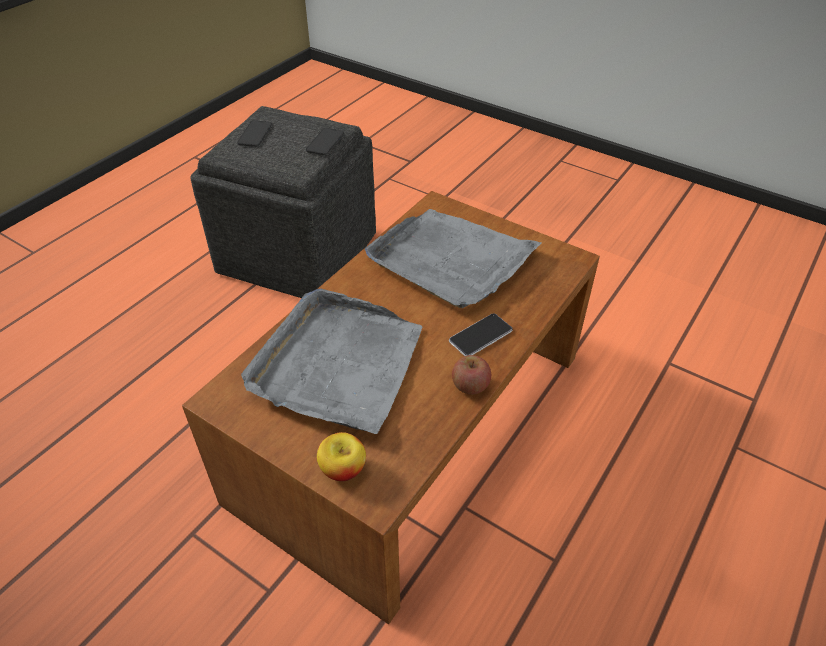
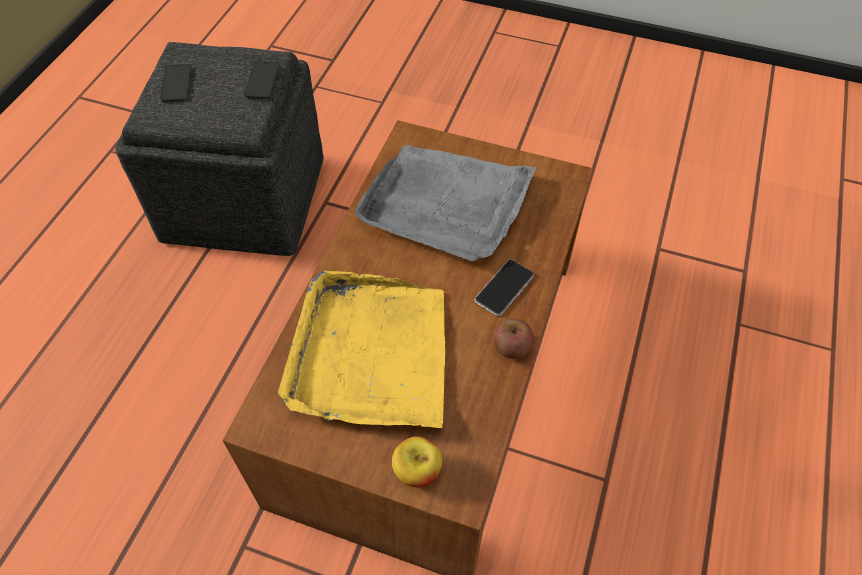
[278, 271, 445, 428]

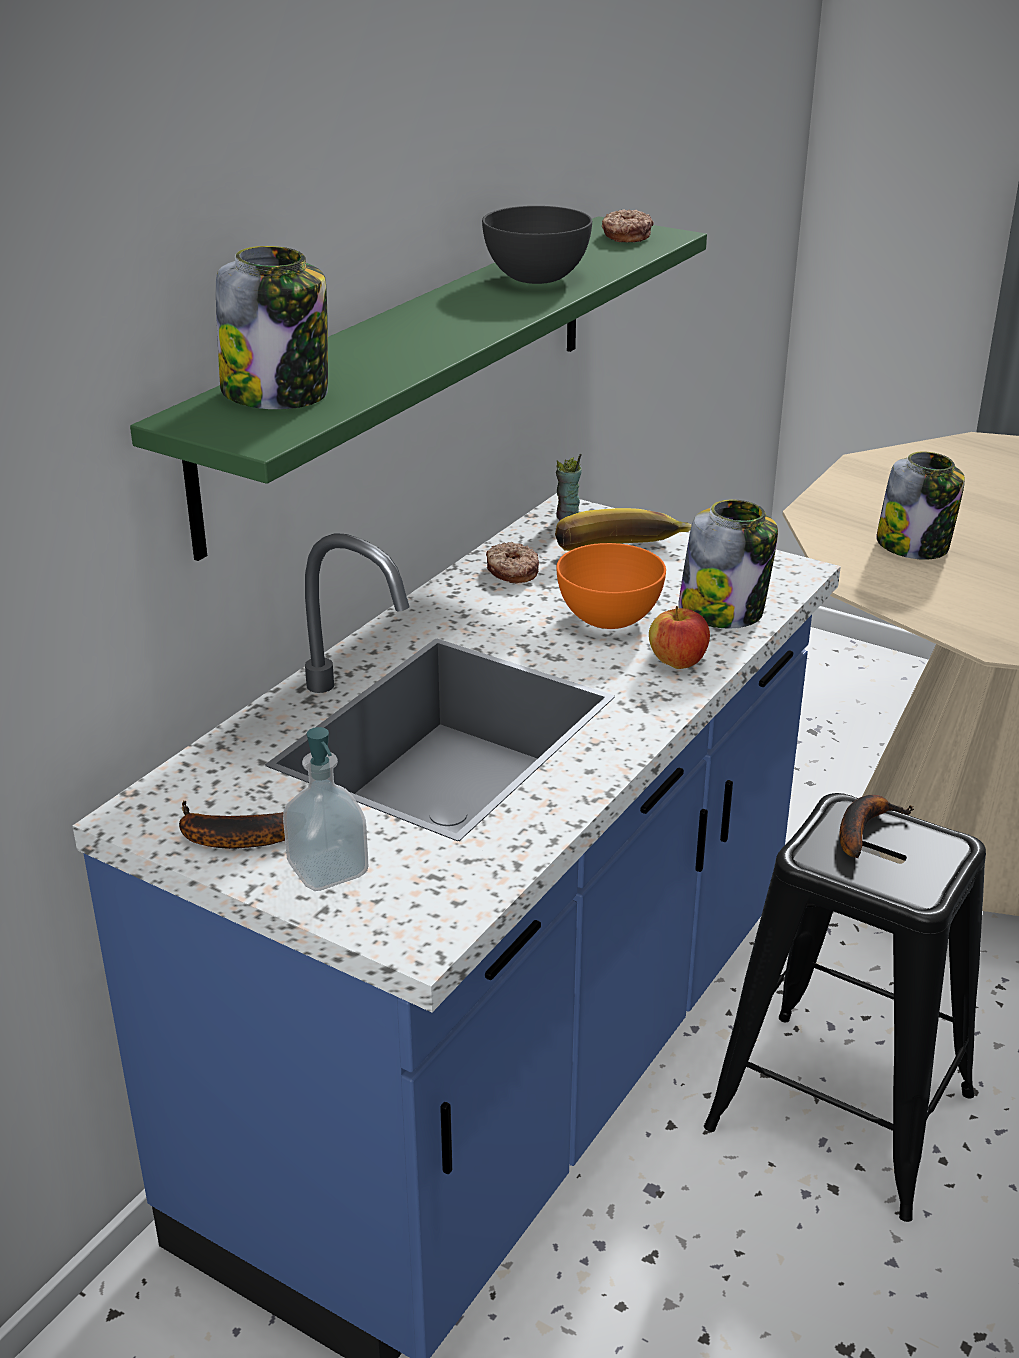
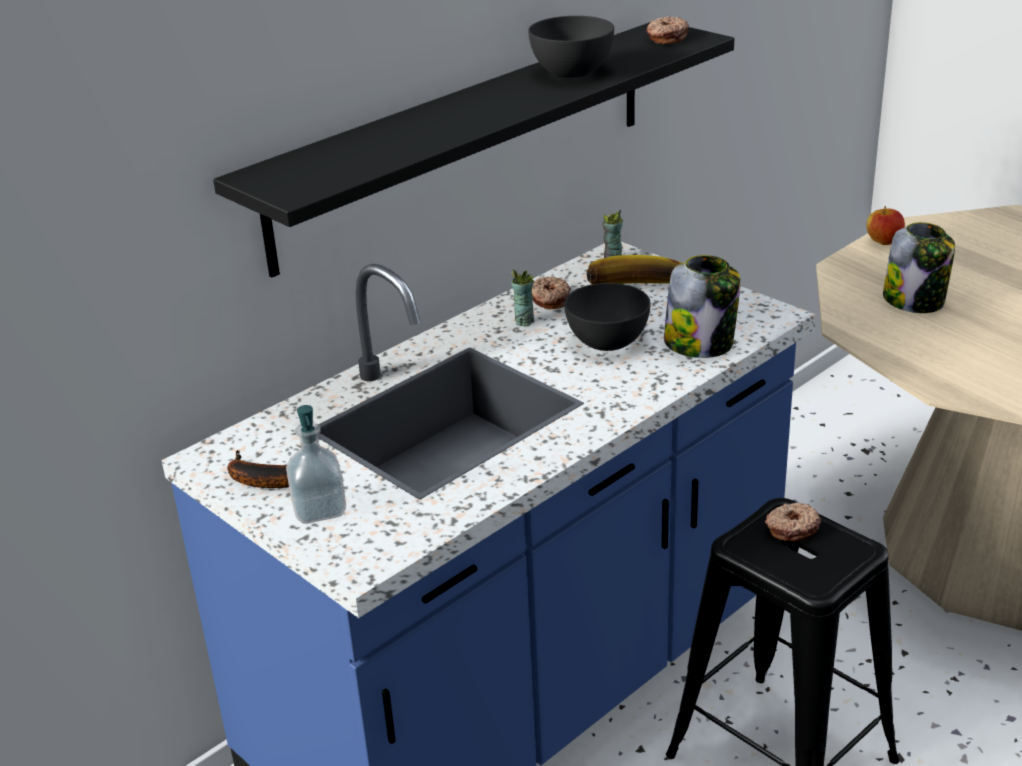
[216, 246, 328, 409] (first image)
[511, 269, 534, 326]
[866, 206, 905, 245]
[765, 503, 821, 541]
[213, 22, 734, 278]
[564, 283, 651, 351]

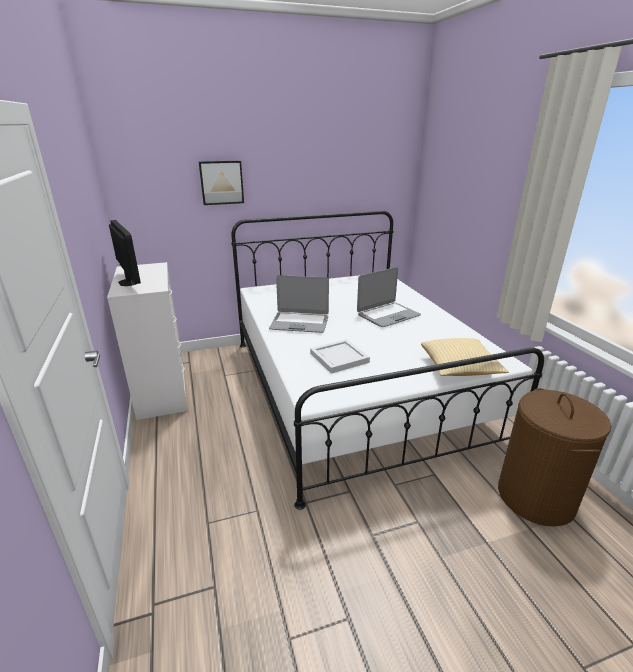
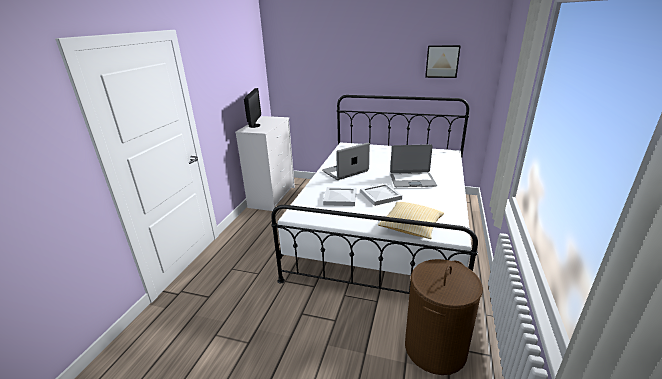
[360, 183, 402, 206]
[425, 45, 461, 78]
[322, 142, 370, 180]

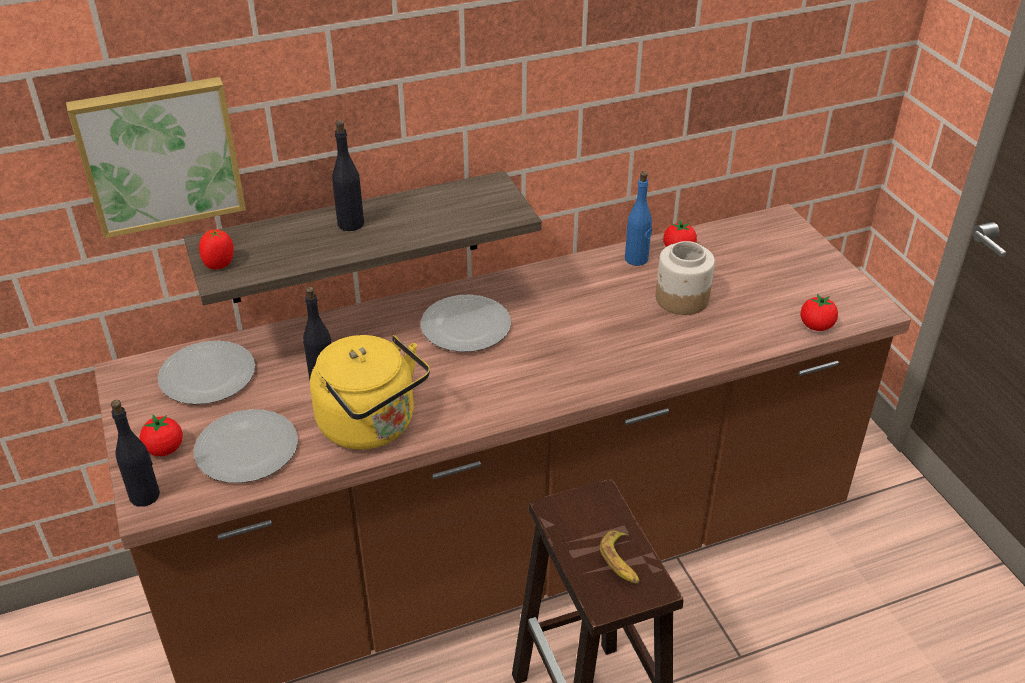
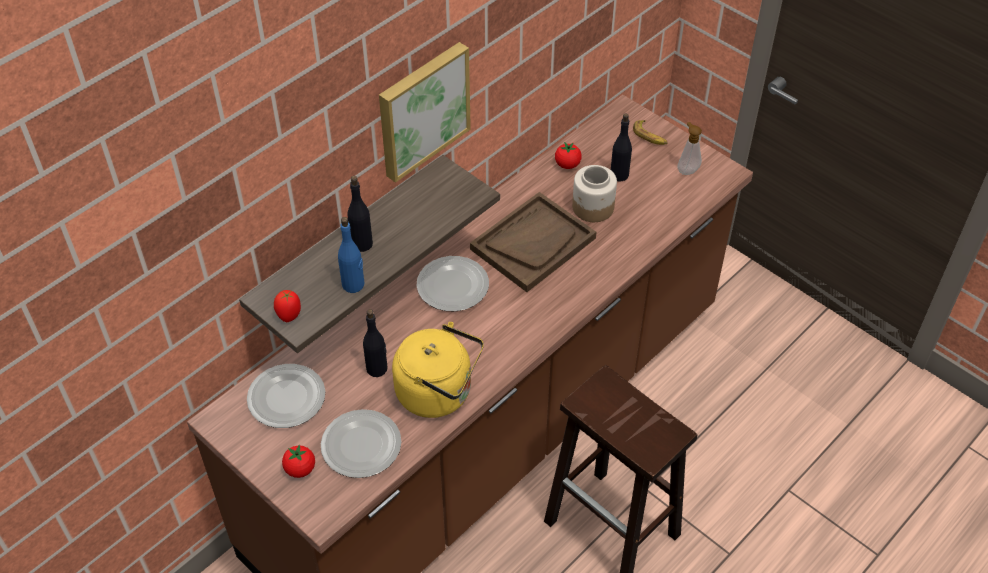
[800, 293, 838, 331] (first image)
[470, 192, 596, 292]
[677, 122, 702, 175]
[379, 42, 471, 183]
[611, 113, 632, 181]
[633, 120, 668, 145]
[338, 217, 364, 293]

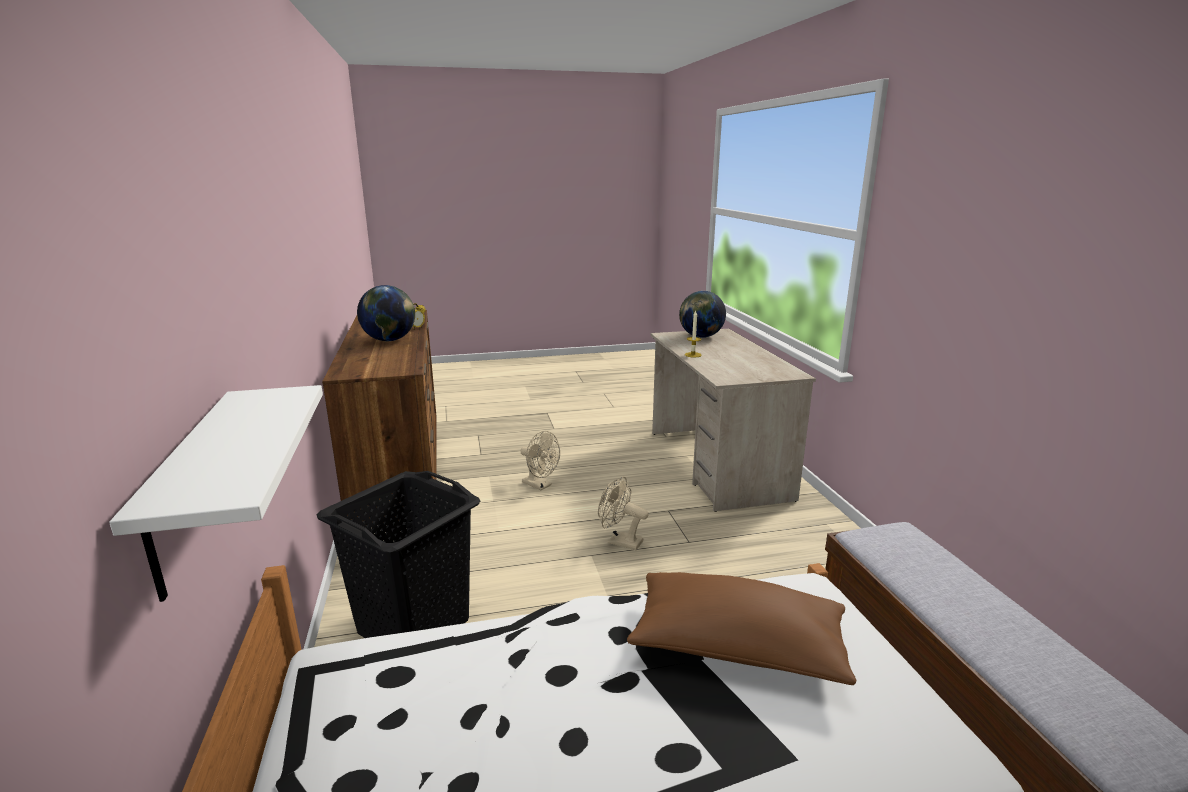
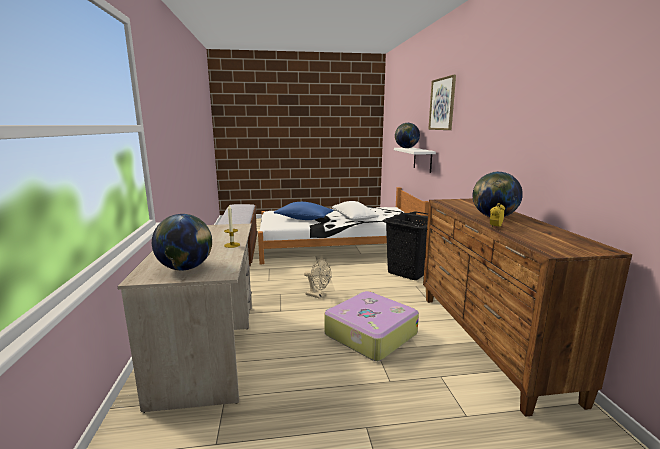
[332, 201, 379, 221]
[395, 123, 420, 148]
[428, 75, 456, 130]
[324, 291, 419, 361]
[274, 202, 333, 220]

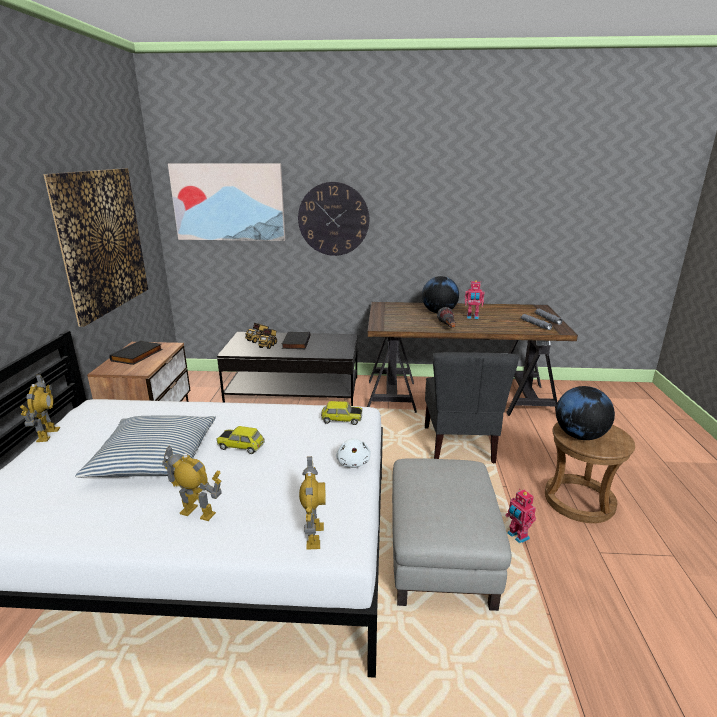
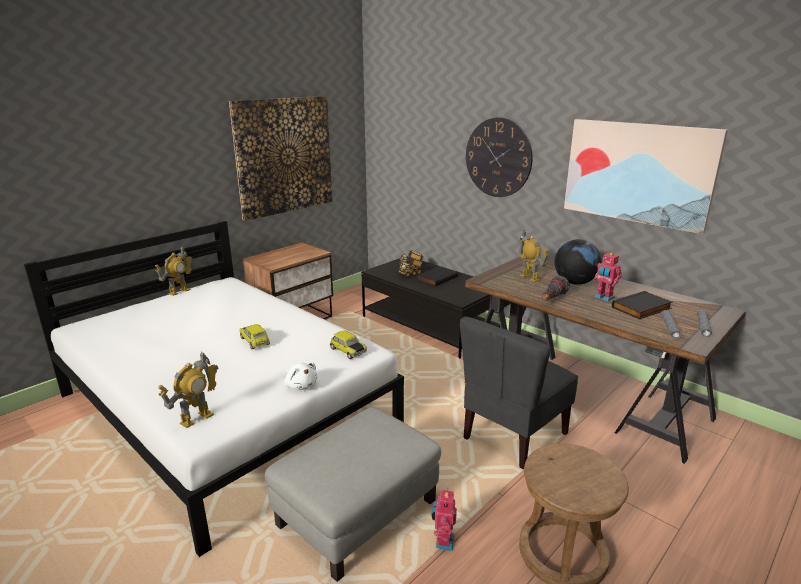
[75, 415, 216, 478] (first image)
[556, 386, 615, 440] (first image)
[612, 291, 672, 319]
[518, 230, 549, 282]
[564, 119, 728, 234]
[284, 362, 318, 390]

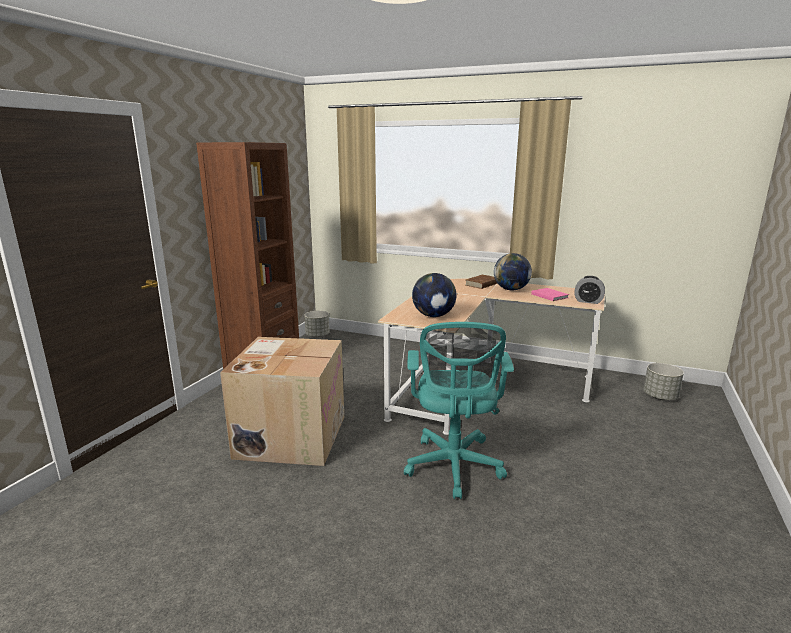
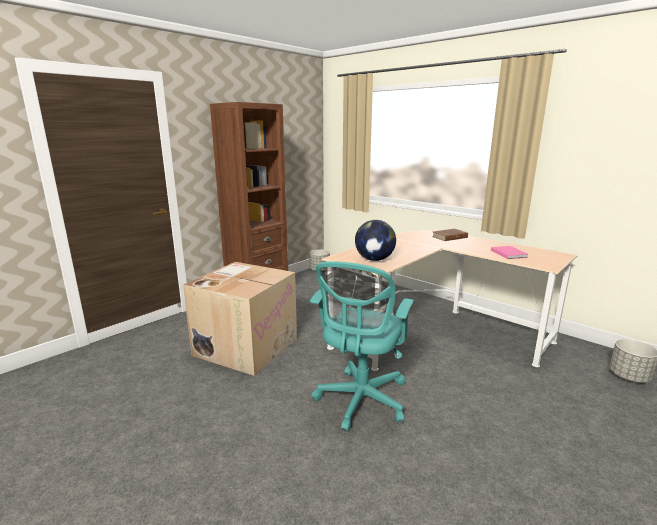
[494, 253, 532, 290] (first image)
[574, 276, 605, 304] (first image)

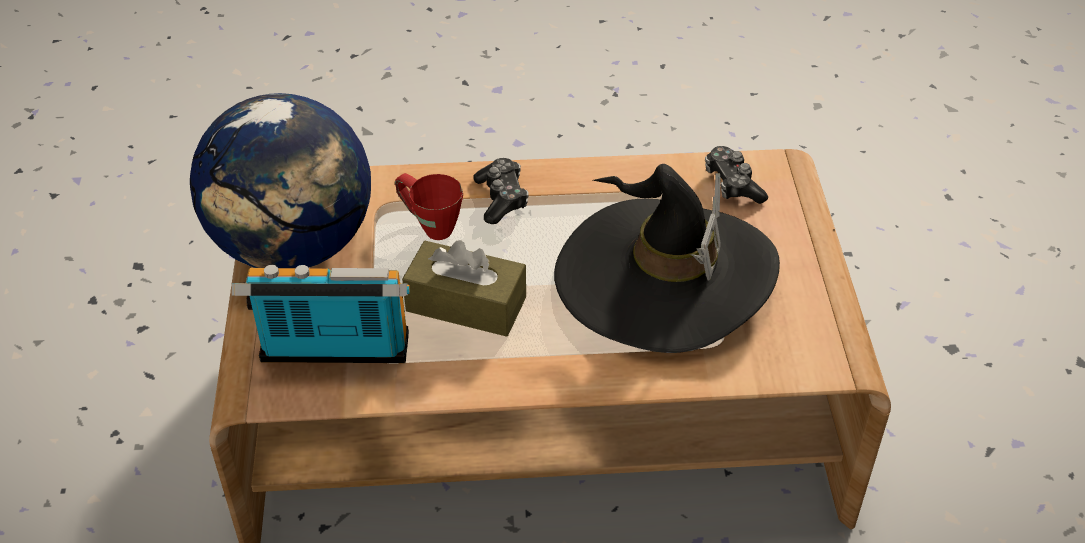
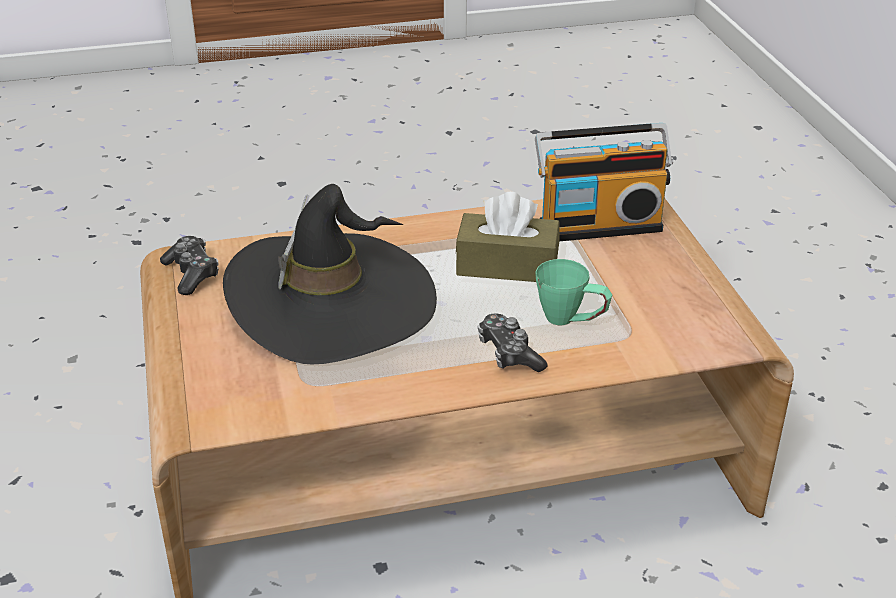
[190, 93, 371, 268] (first image)
[160, 236, 219, 295]
[536, 259, 612, 325]

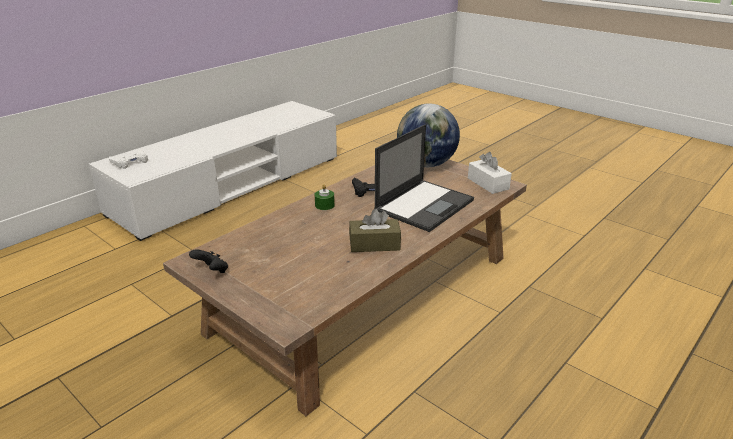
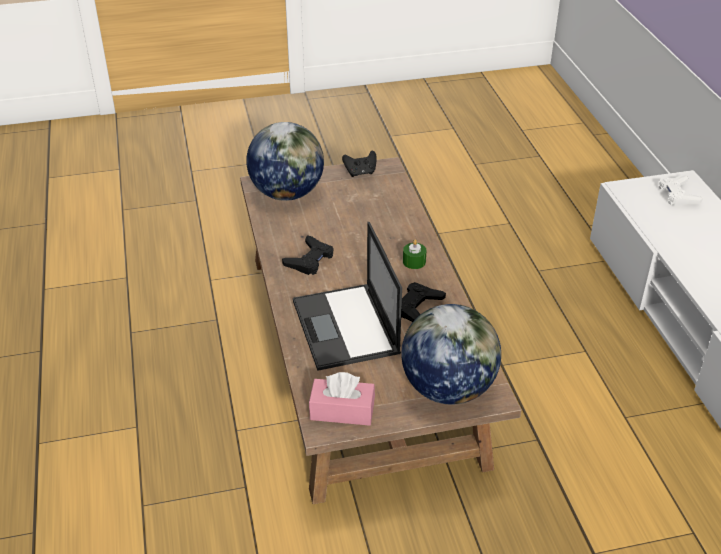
[246, 122, 324, 201]
[282, 235, 333, 275]
[309, 372, 375, 426]

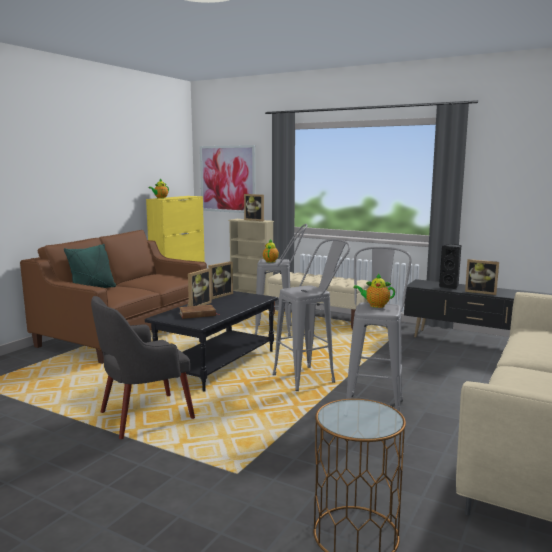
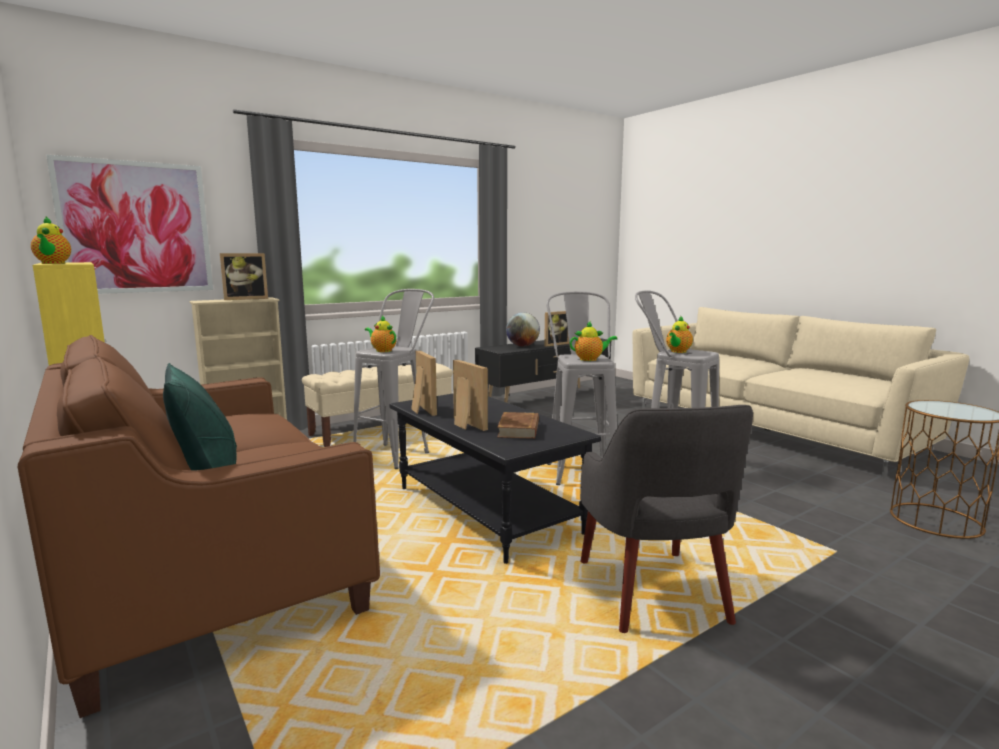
[570, 322, 617, 361]
[506, 312, 540, 346]

